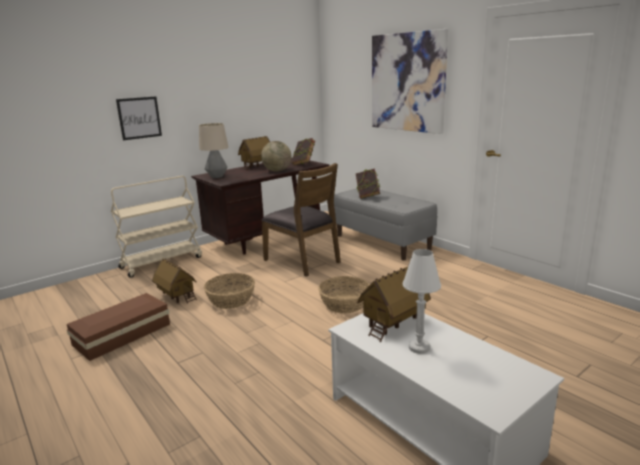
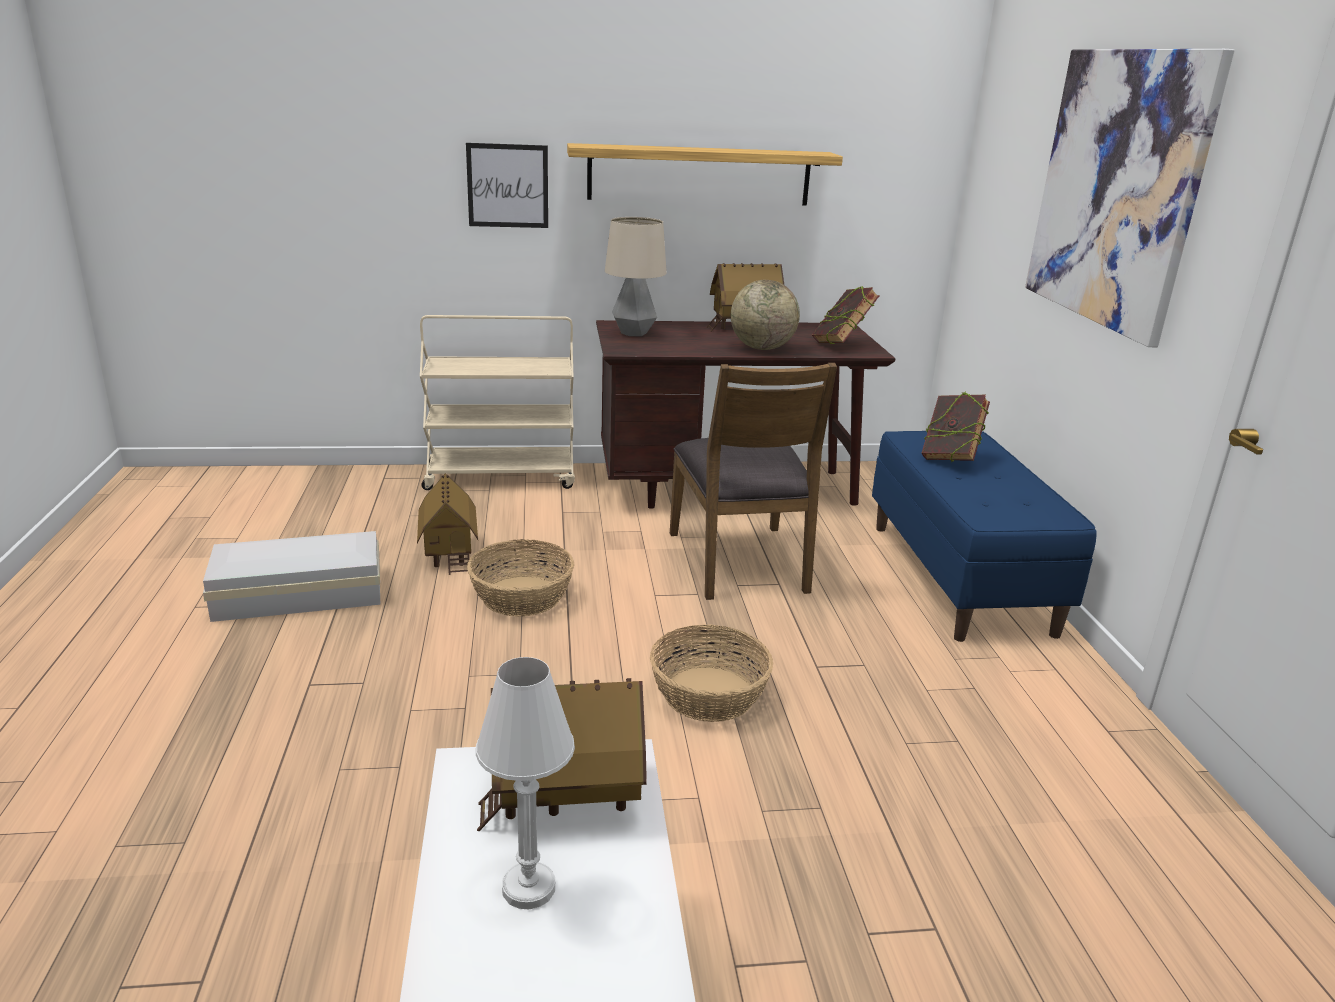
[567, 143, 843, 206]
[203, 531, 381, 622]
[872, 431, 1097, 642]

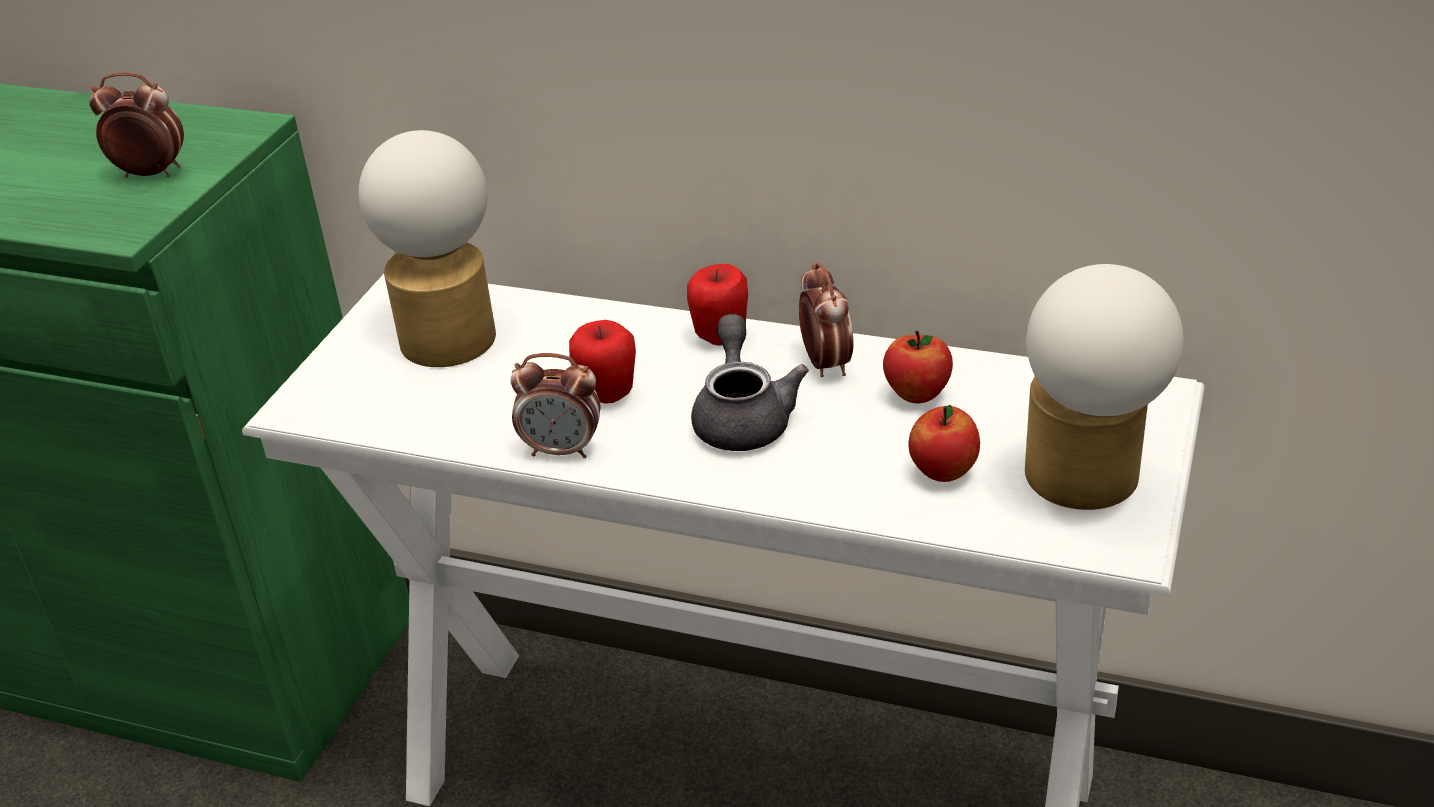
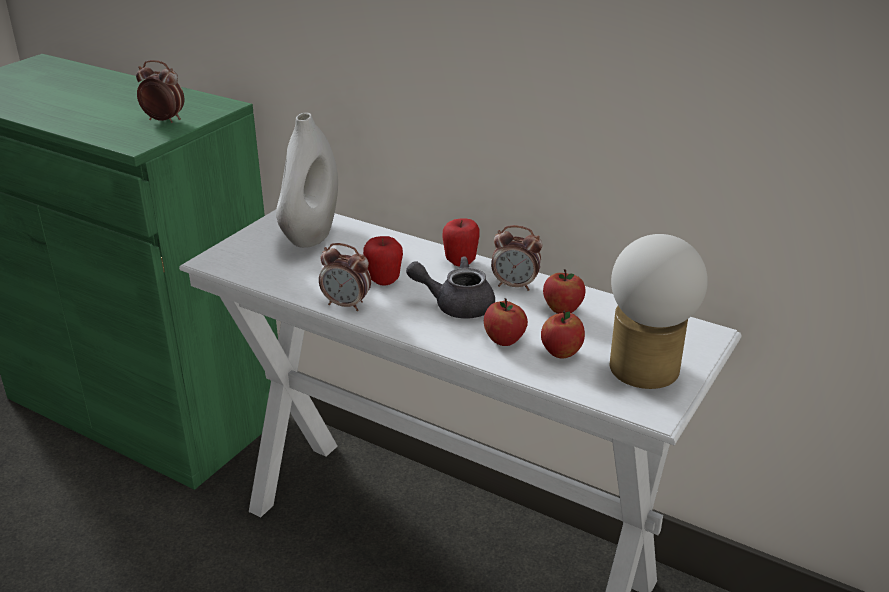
[484, 298, 528, 346]
[276, 113, 338, 248]
[406, 256, 495, 319]
[491, 225, 543, 291]

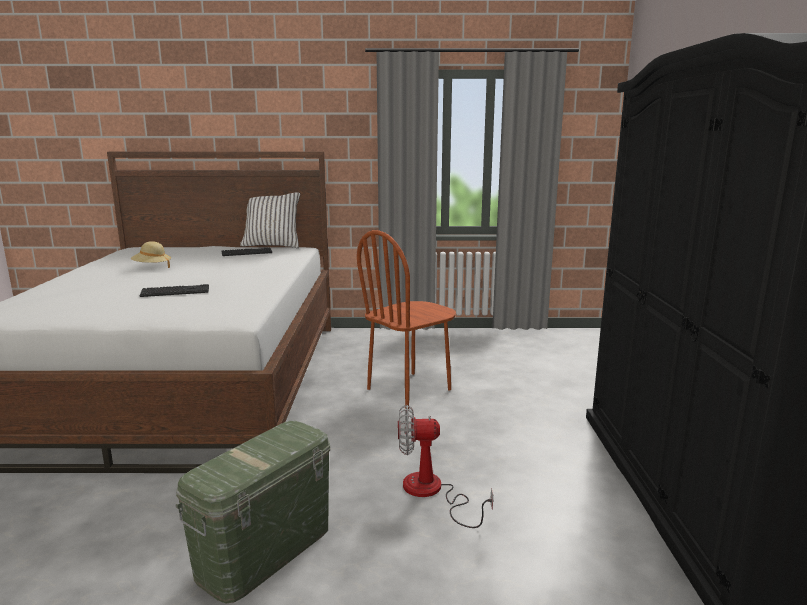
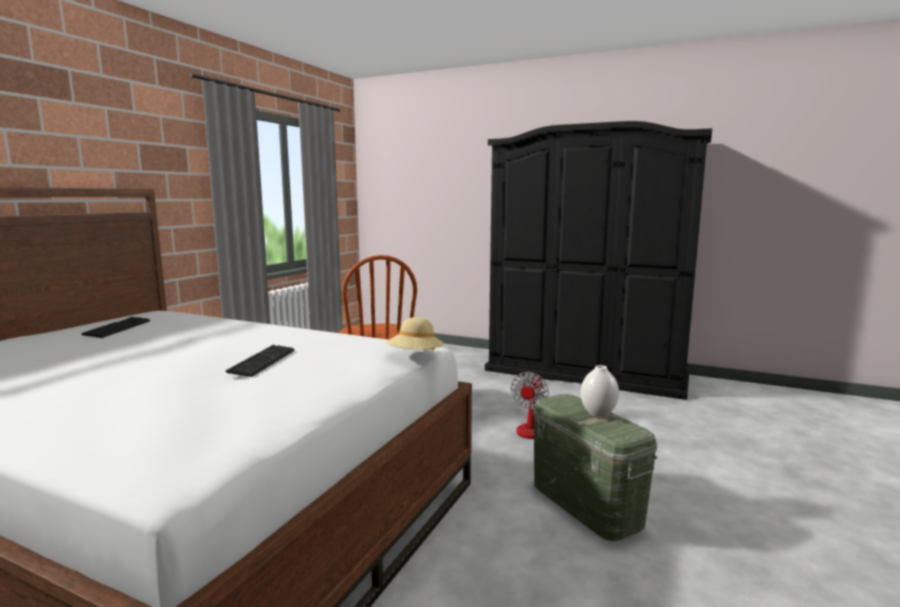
[240, 192, 300, 248] (first image)
[581, 365, 619, 418]
[386, 317, 444, 350]

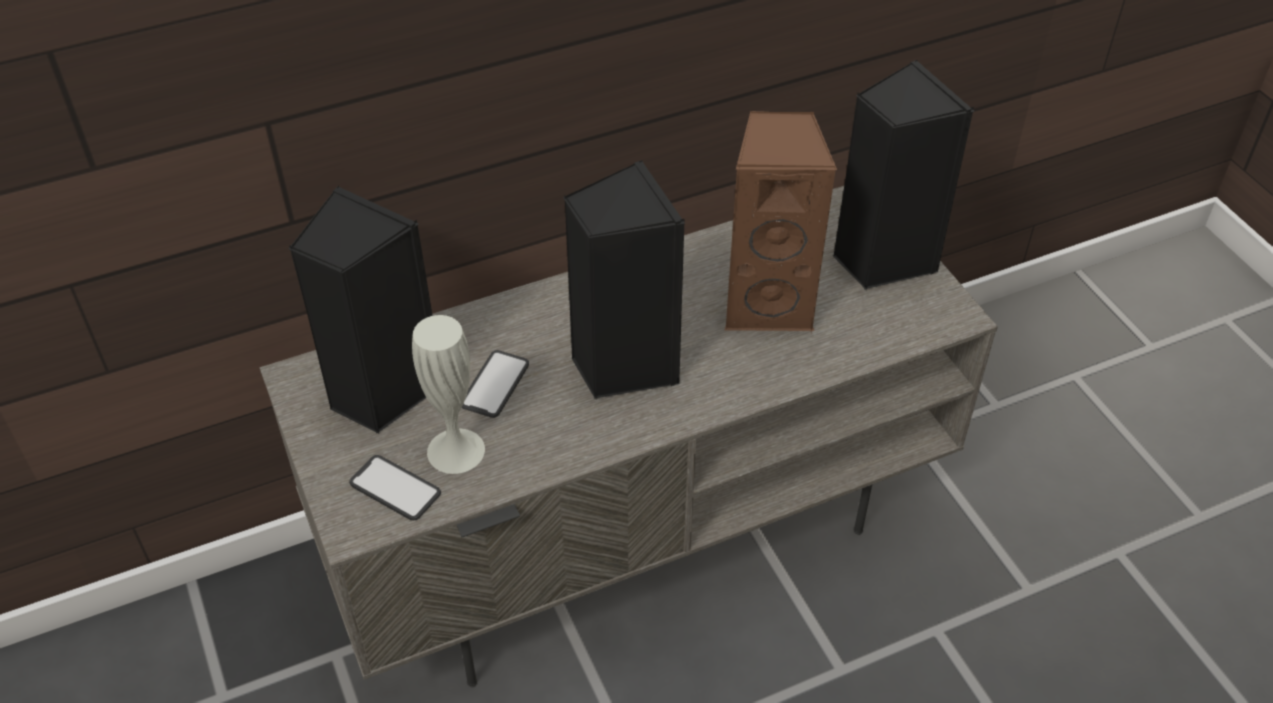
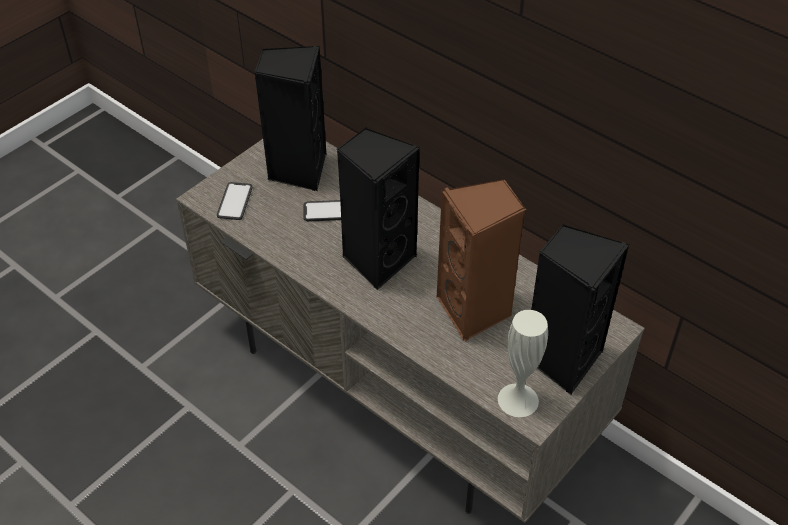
[498, 310, 548, 417]

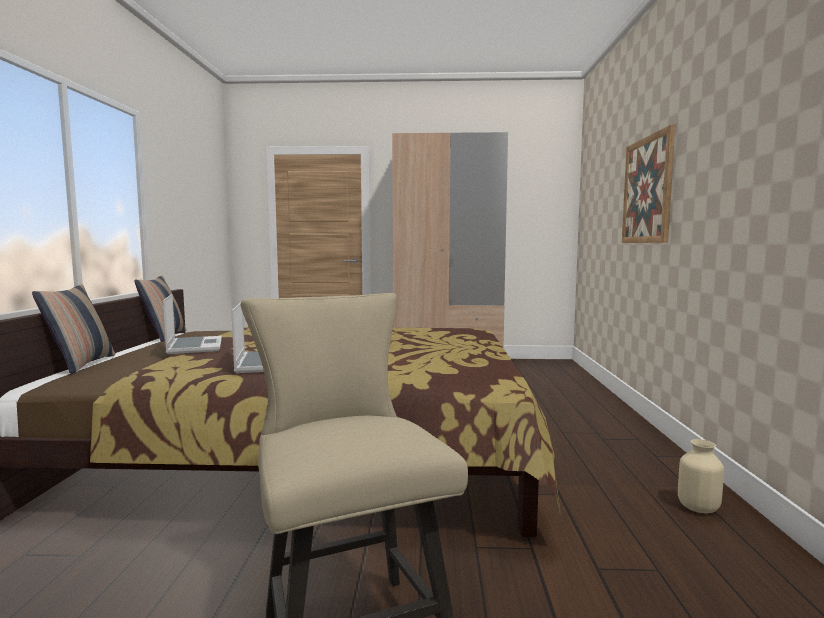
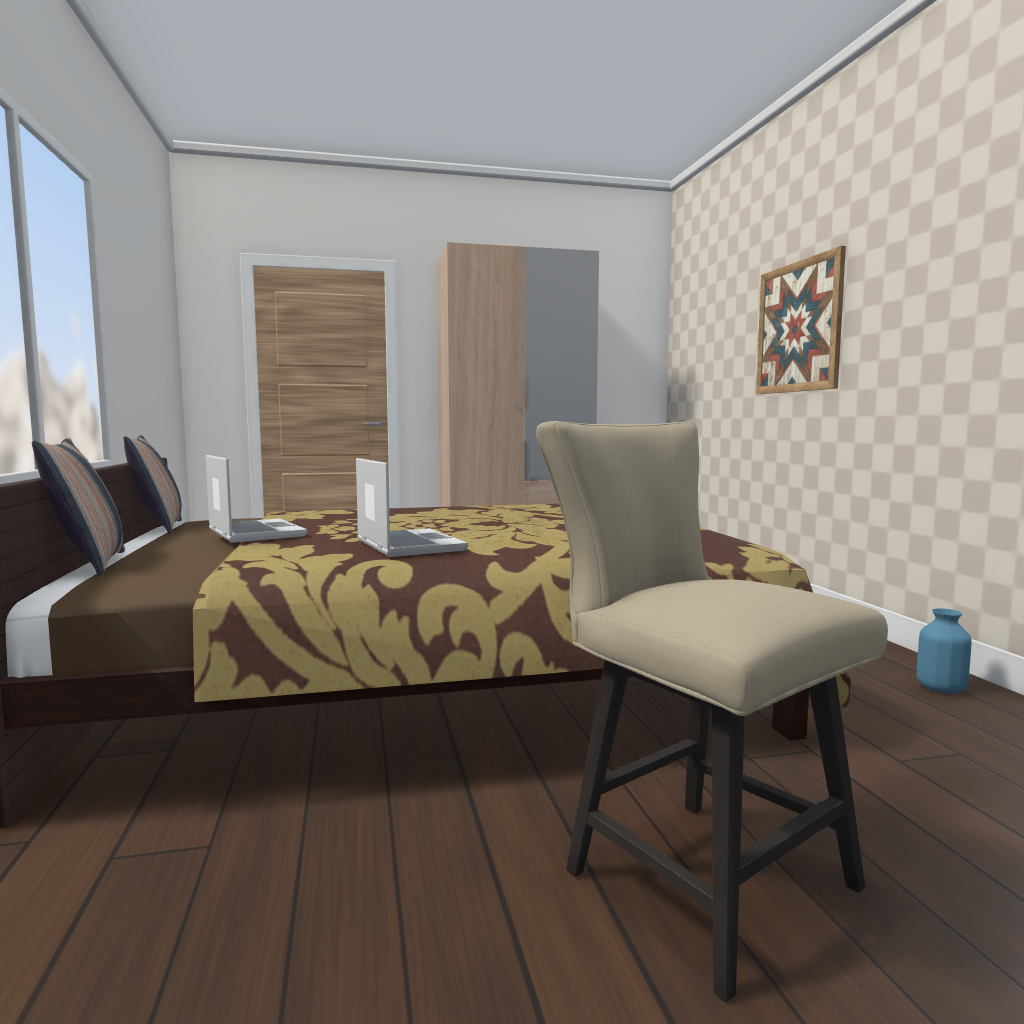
[917, 608, 972, 693]

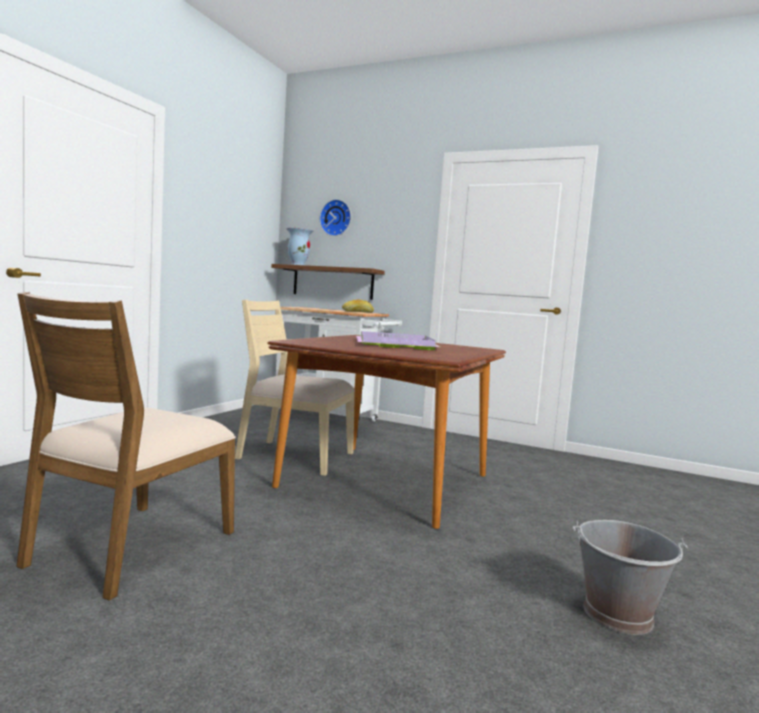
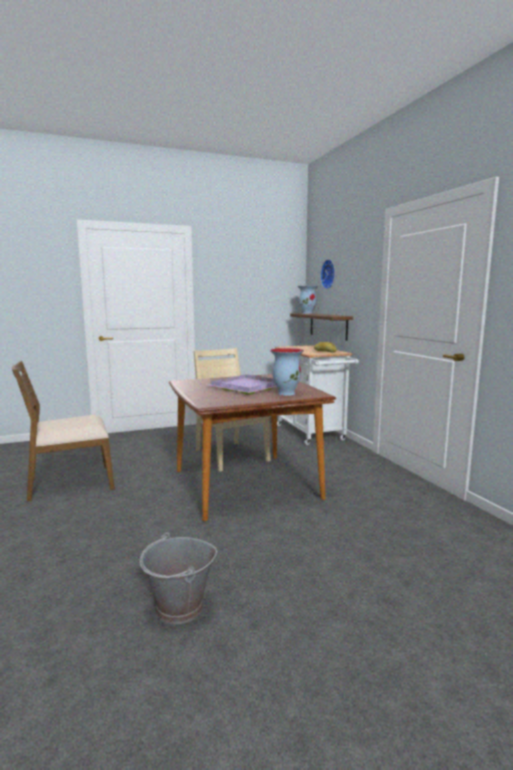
[270, 348, 304, 396]

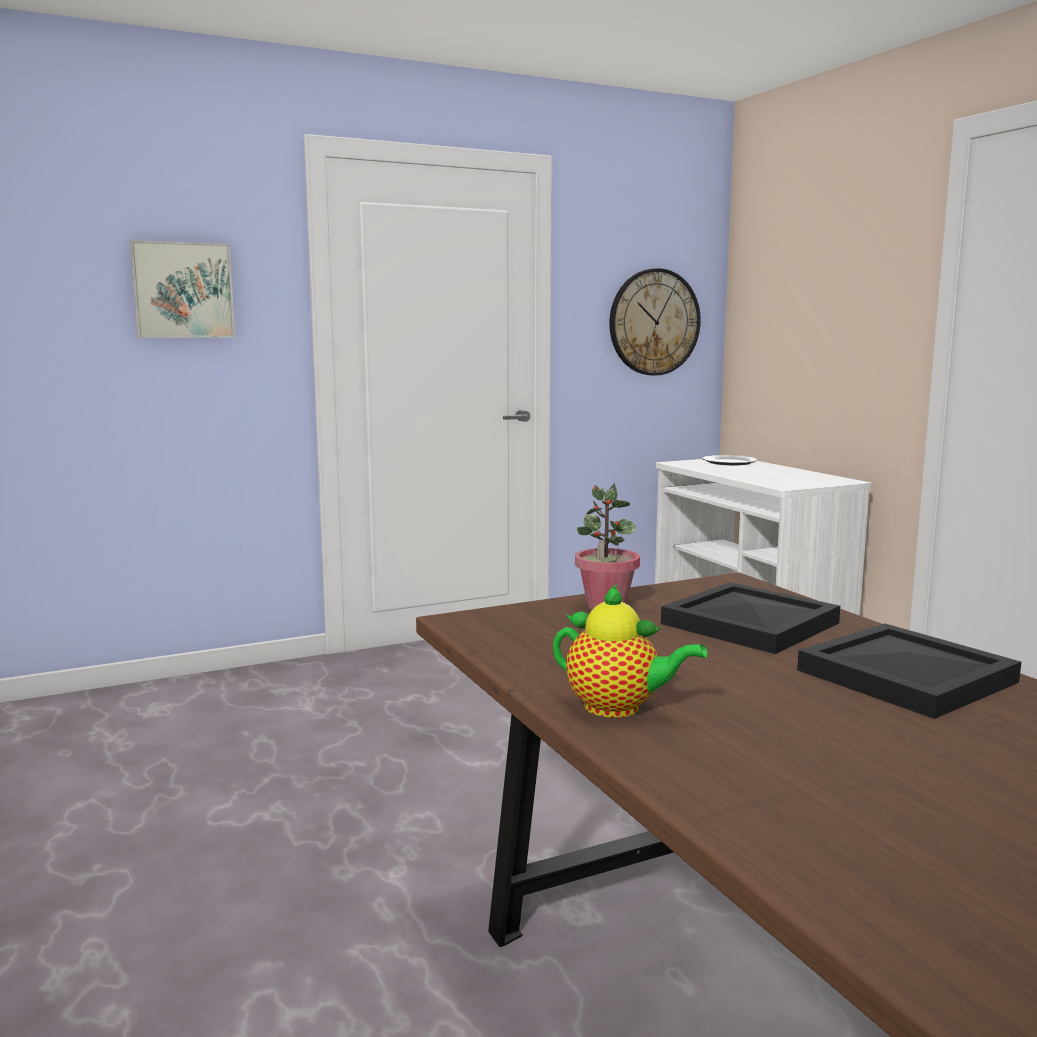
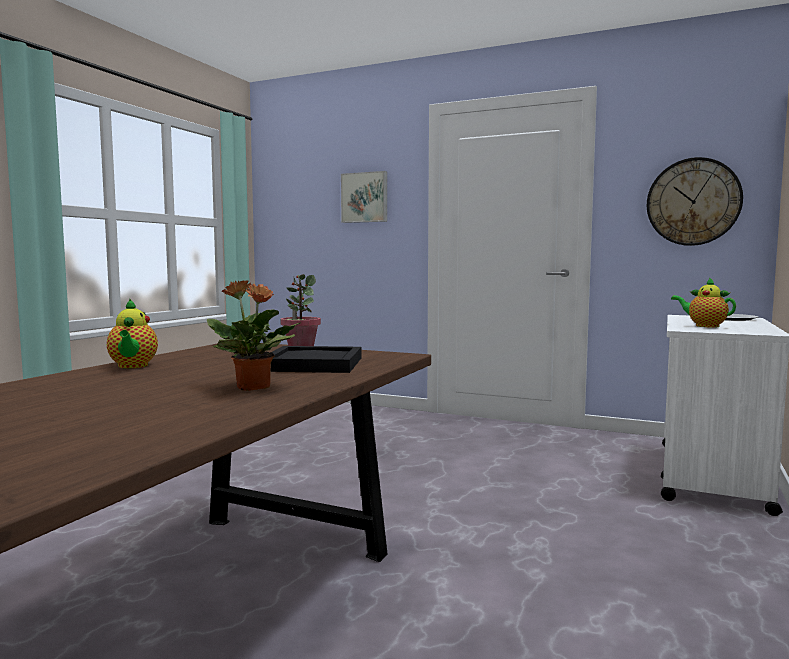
[671, 277, 736, 328]
[207, 280, 301, 391]

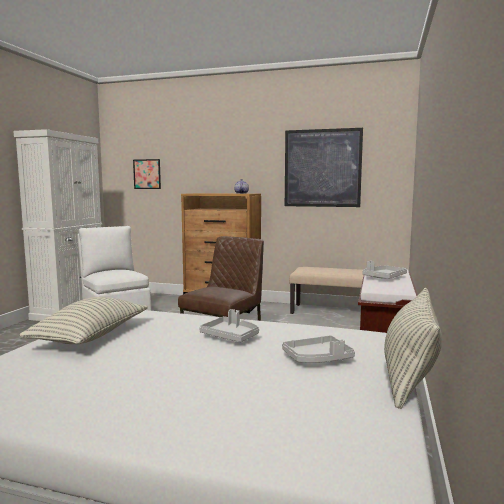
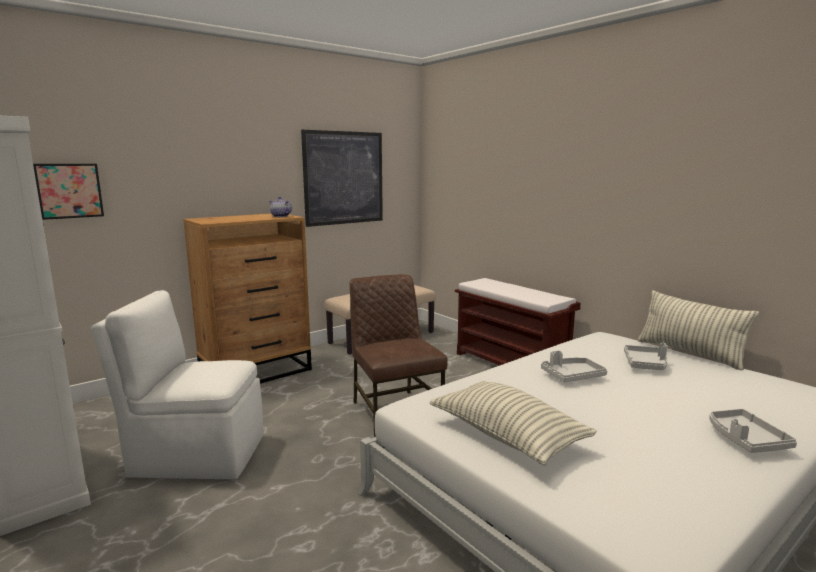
[709, 409, 797, 453]

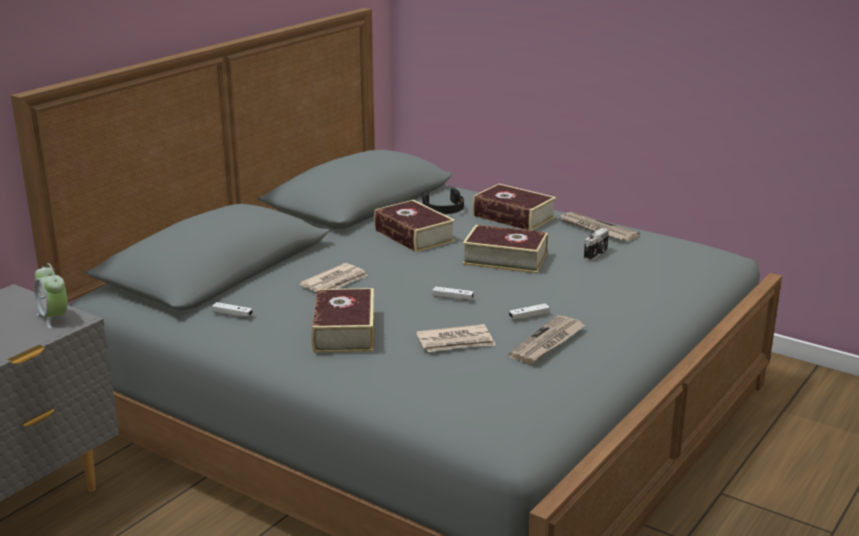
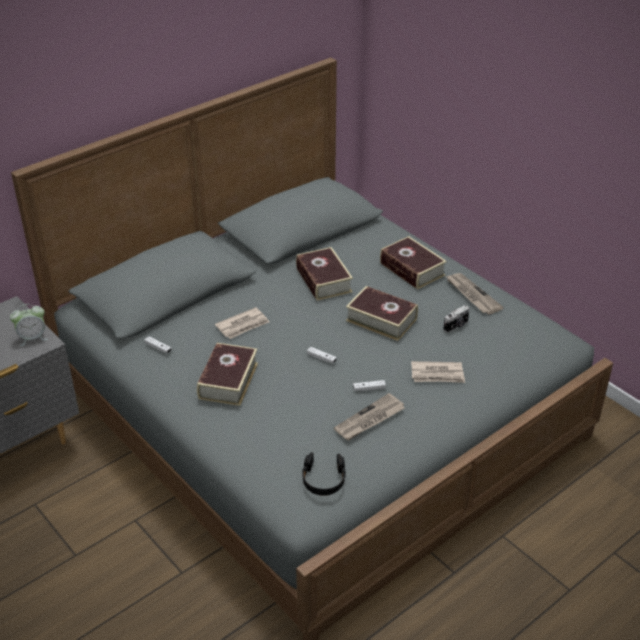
[411, 361, 465, 383]
[303, 452, 346, 496]
[10, 304, 48, 346]

